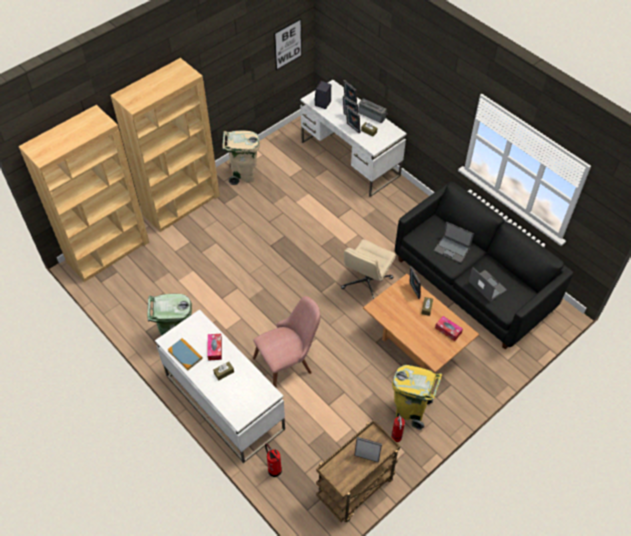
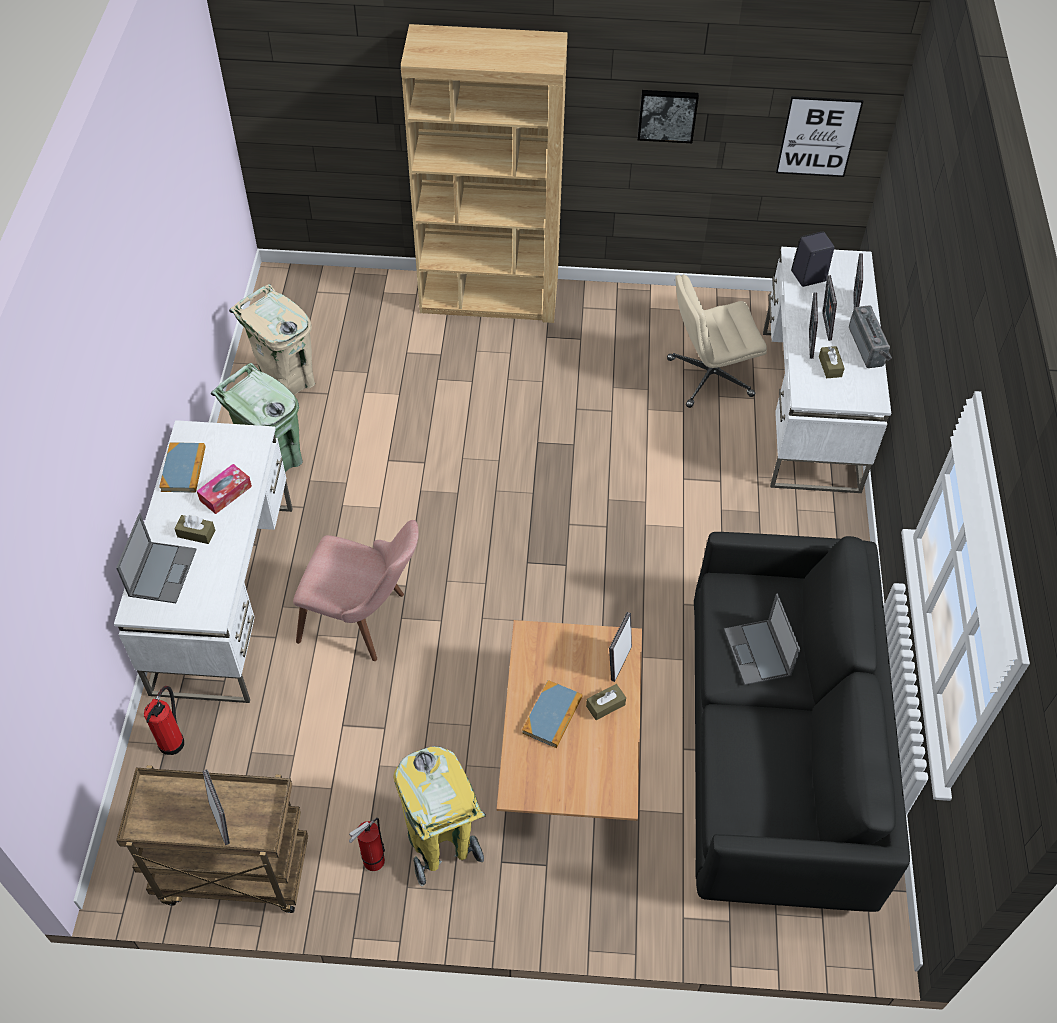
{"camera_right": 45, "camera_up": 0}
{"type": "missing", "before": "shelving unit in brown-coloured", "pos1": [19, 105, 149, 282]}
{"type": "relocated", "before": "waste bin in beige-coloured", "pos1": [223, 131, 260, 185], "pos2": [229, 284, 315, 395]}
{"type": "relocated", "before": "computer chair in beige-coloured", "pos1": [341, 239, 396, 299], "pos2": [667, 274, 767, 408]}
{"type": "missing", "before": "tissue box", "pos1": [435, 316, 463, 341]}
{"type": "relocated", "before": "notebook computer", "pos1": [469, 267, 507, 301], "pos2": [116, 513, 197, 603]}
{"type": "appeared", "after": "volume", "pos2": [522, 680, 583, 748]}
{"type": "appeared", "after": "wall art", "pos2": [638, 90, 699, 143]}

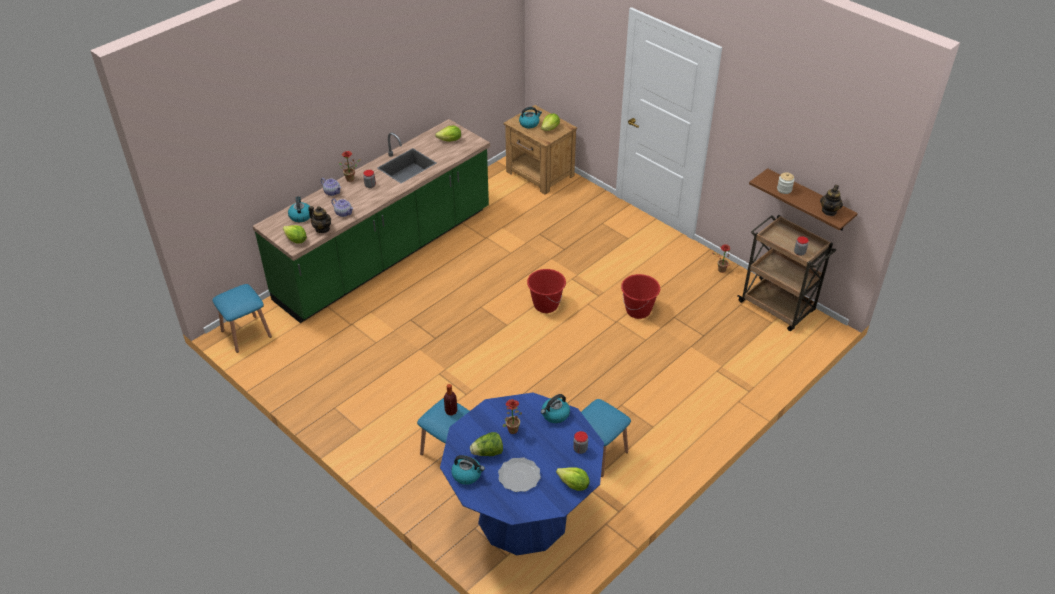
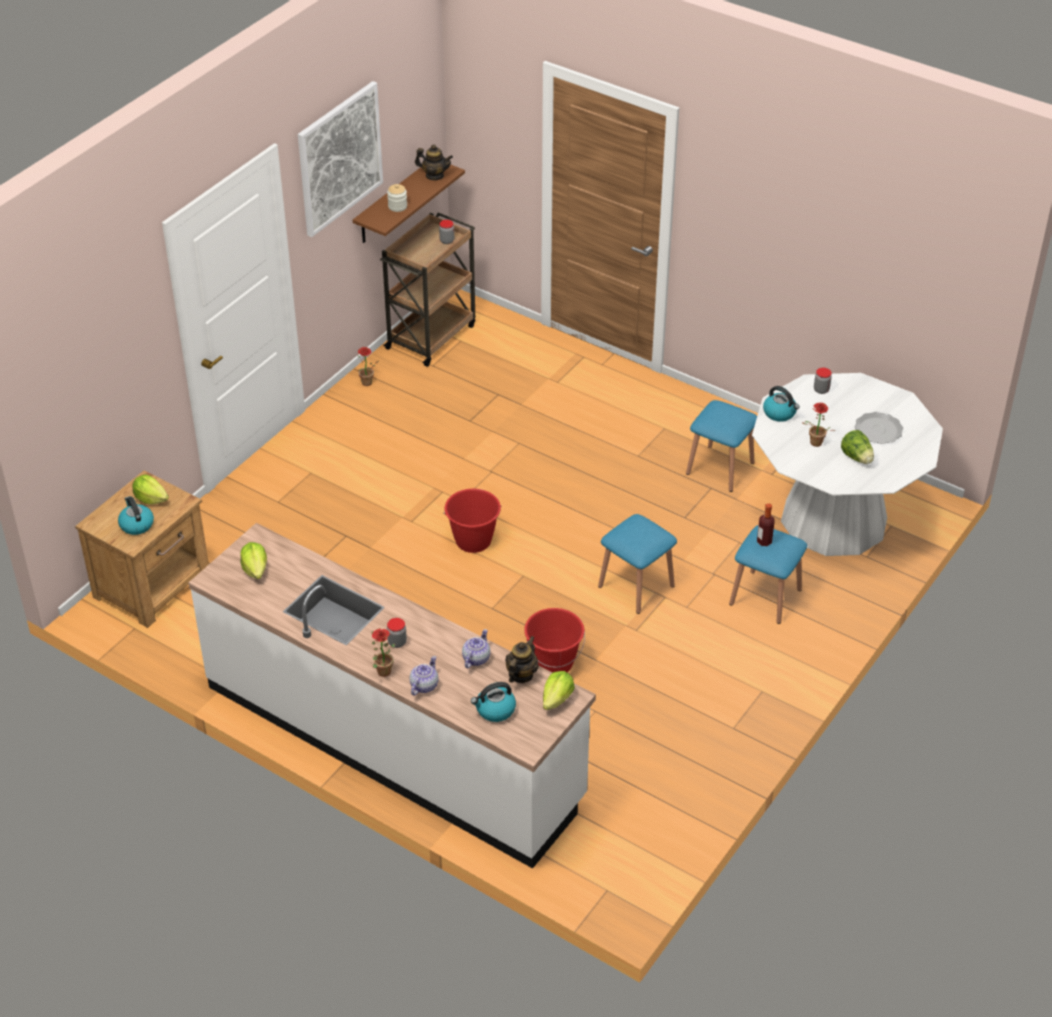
{"camera_right": -100, "camera_up": 0}
{"type": "relocated", "before": "stool in blue-coloured", "pos1": [212, 284, 272, 353], "pos2": [598, 514, 677, 614]}
{"type": "colour", "before": "kitchen counter in greenish", "after": "kitchen counter in white", "pos1": [253, 119, 490, 323], "pos2": [188, 523, 596, 869]}
{"type": "colour", "before": "dining table in blue-coloured", "after": "dining table in white", "pos1": [440, 393, 604, 555], "pos2": [752, 373, 943, 556]}
{"type": "missing", "before": "tea kettle", "pos1": [451, 455, 485, 485]}
{"type": "missing", "before": "head of lettuce", "pos1": [556, 467, 590, 491]}
{"type": "relocated", "before": "bucket in red", "pos1": [621, 274, 660, 319], "pos2": [524, 608, 585, 672]}
{"type": "appeared", "after": "wall art", "pos2": [298, 81, 383, 237]}

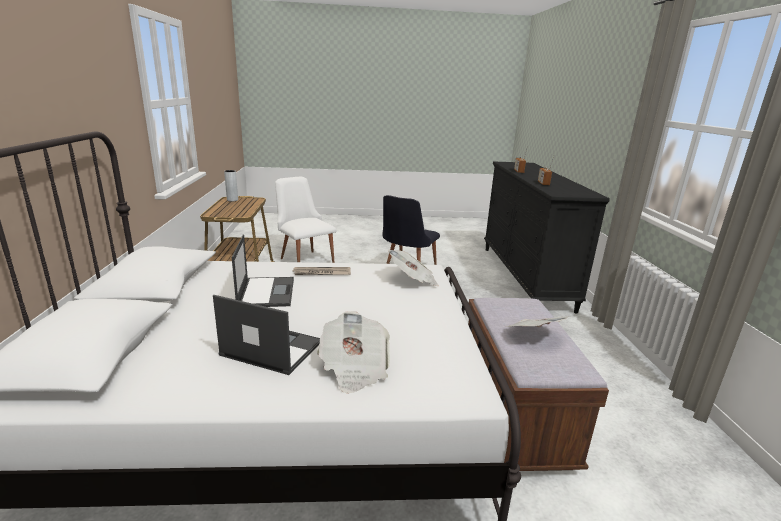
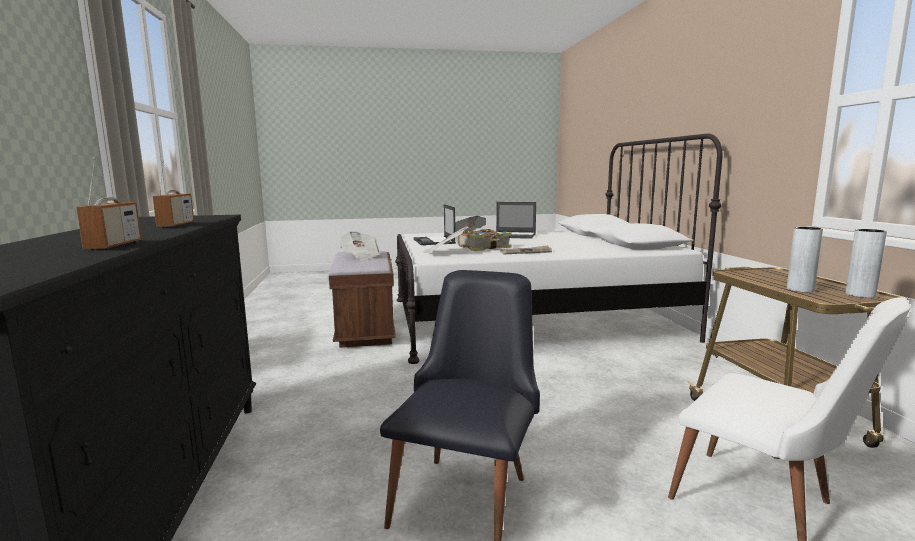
{"camera_right": 175, "camera_up": -10}
{"type": "relocated", "before": "notebook computer", "pos1": [232, 234, 294, 307], "pos2": [413, 204, 456, 245]}
{"type": "appeared", "after": "volume", "pos2": [458, 229, 512, 251]}
{"type": "appeared", "after": "vase in greyish", "pos2": [787, 227, 823, 293]}

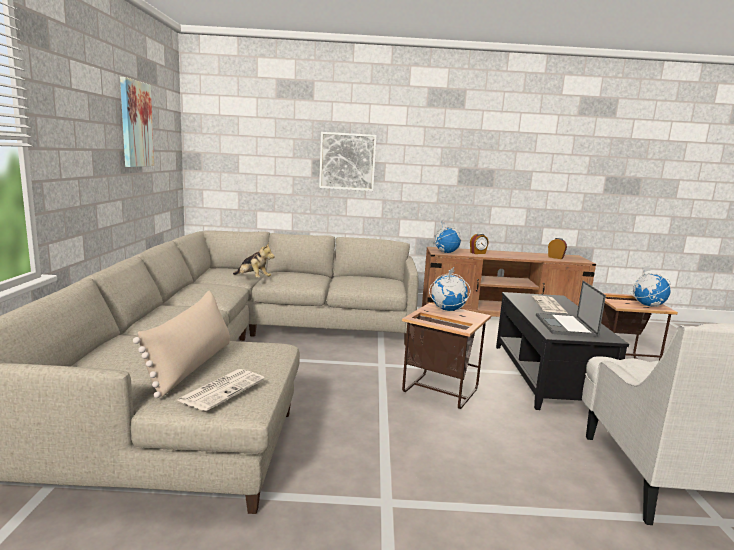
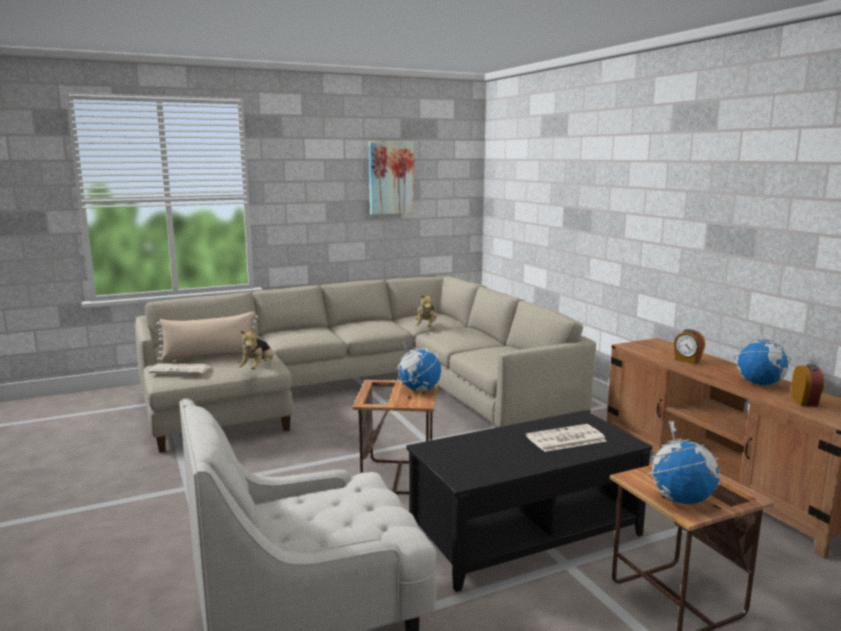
{"camera_right": 65, "camera_up": 0}
{"type": "missing", "before": "wall art", "pos1": [319, 132, 377, 191]}
{"type": "relocated", "before": "desk globe", "pos1": [433, 220, 461, 253], "pos2": [734, 325, 791, 386]}
{"type": "missing", "before": "notebook computer", "pos1": [536, 281, 606, 337]}
{"type": "appeared", "after": "cuddly toy", "pos2": [238, 328, 274, 370]}

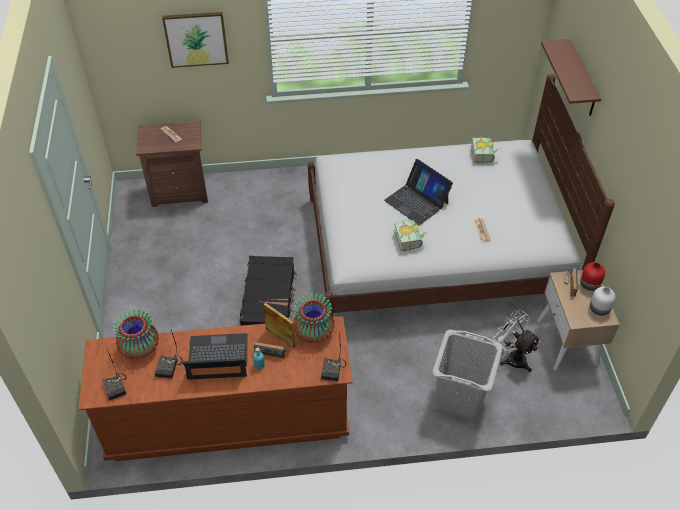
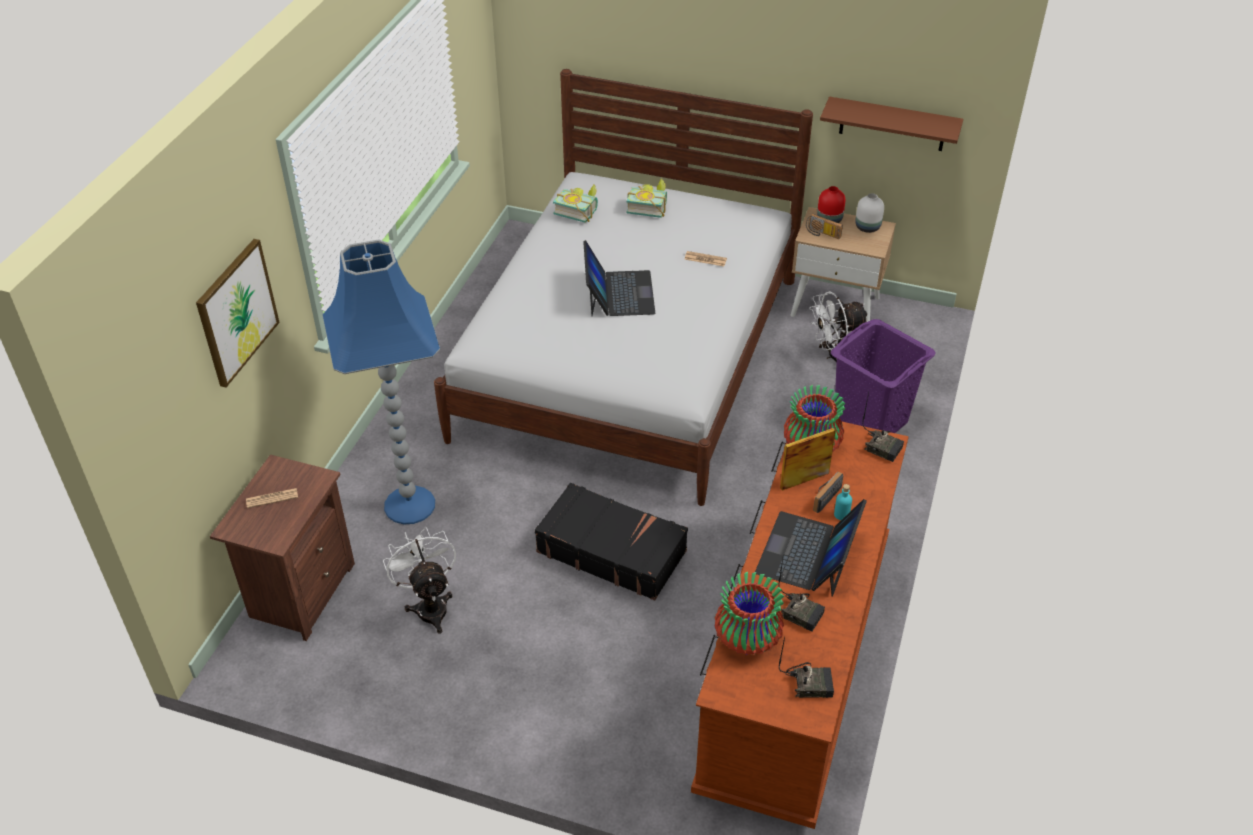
{"camera_right": -65, "camera_up": -5}
{"type": "spun", "before": "notebook computer", "pos1": [384, 159, 453, 225], "pos2": [583, 240, 655, 316], "turn": -75}
{"type": "relocated", "before": "volume", "pos1": [394, 220, 428, 252], "pos2": [627, 179, 667, 218]}
{"type": "colour", "before": "hamper in greyish", "after": "hamper in purple", "pos1": [433, 330, 503, 420], "pos2": [831, 319, 936, 433]}
{"type": "relocated", "before": "bracket shelf in brown-coloured", "pos1": [541, 39, 601, 116], "pos2": [820, 97, 963, 151]}
{"type": "appeared", "after": "floor lamp in blue-coloured", "pos2": [322, 240, 440, 525]}
{"type": "appeared", "after": "cooling fan in white", "pos2": [383, 527, 456, 634]}

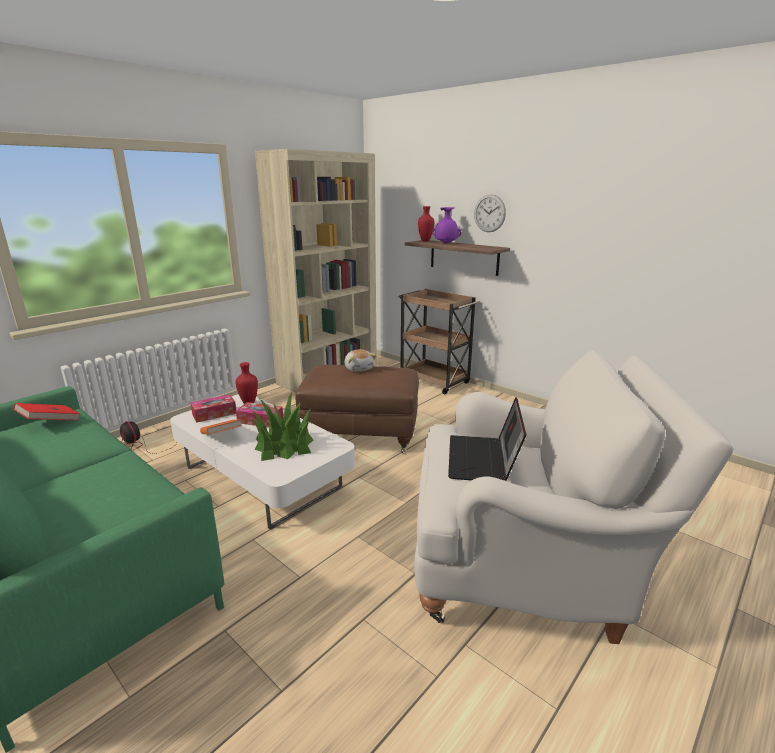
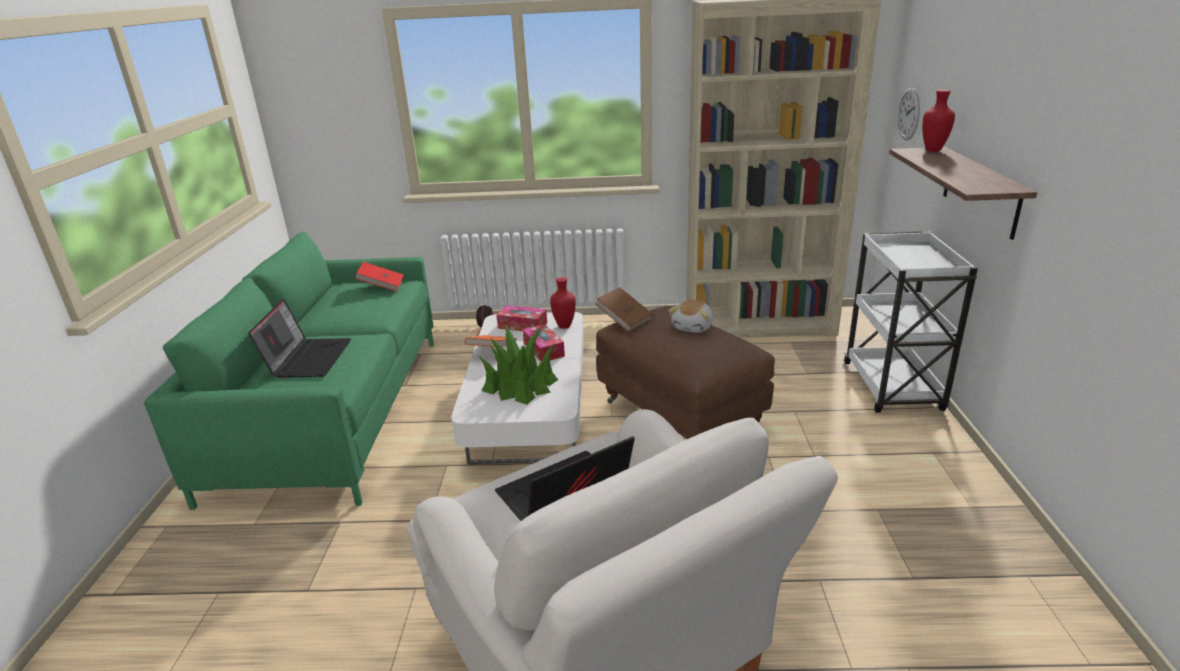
{"camera_right": 50, "camera_up": 5}
{"type": "colour", "before": "wheeled cart in brown-coloured", "after": "wheeled cart in white", "pos1": [398, 289, 479, 394], "pos2": [844, 231, 978, 413]}
{"type": "missing", "before": "vase in purple", "pos1": [432, 207, 461, 244]}
{"type": "relocated", "before": "clock on the wall", "pos1": [474, 194, 506, 232], "pos2": [898, 88, 920, 141]}
{"type": "appeared", "after": "notebook computer", "pos2": [248, 299, 351, 378]}
{"type": "appeared", "after": "volume in brown-coloured", "pos2": [595, 287, 653, 332]}

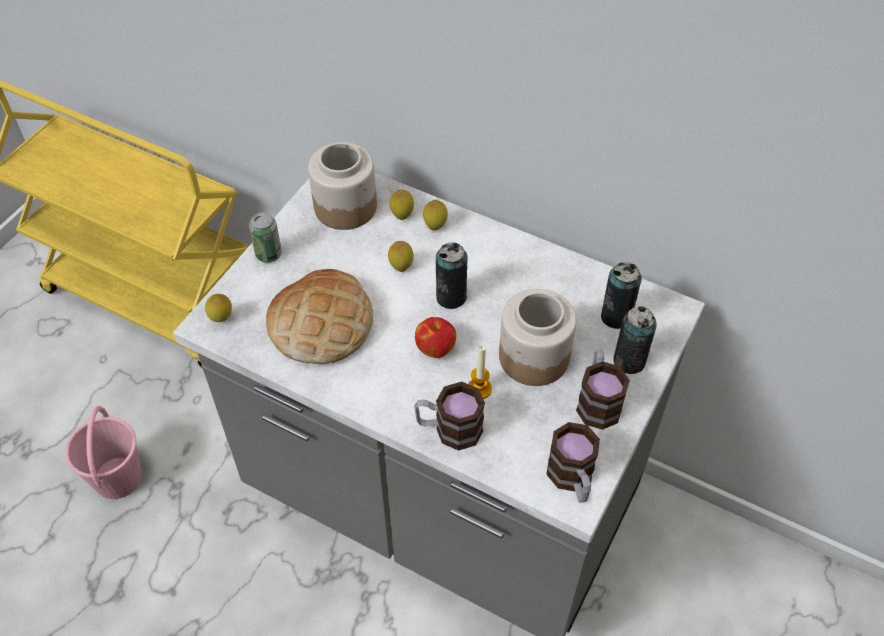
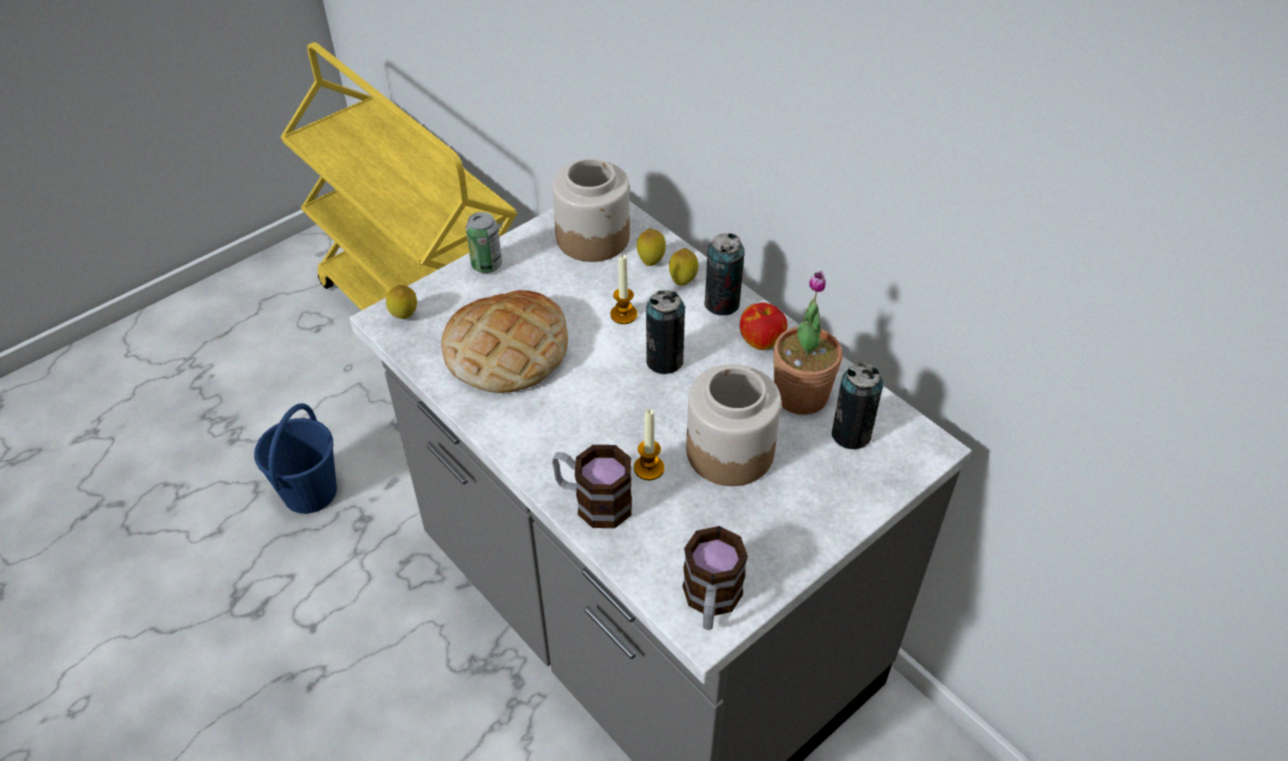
{"camera_right": 20, "camera_up": -5}
{"type": "colour", "before": "bucket in pinkish", "after": "bucket in blue-coloured", "pos1": [65, 406, 142, 499], "pos2": [254, 403, 337, 514]}
{"type": "exchanged", "before": "citrus fruit", "after": "wax light", "pos1": [388, 241, 414, 272], "pos2": [610, 255, 637, 324]}
{"type": "relocated", "before": "whole apple", "pos1": [415, 317, 456, 358], "pos2": [740, 303, 788, 350]}
{"type": "missing", "before": "tea mug", "pos1": [576, 349, 630, 430]}
{"type": "relocated", "before": "sealed can", "pos1": [613, 306, 657, 374], "pos2": [704, 233, 745, 315]}
{"type": "appeared", "after": "potted plant", "pos2": [773, 271, 842, 415]}

